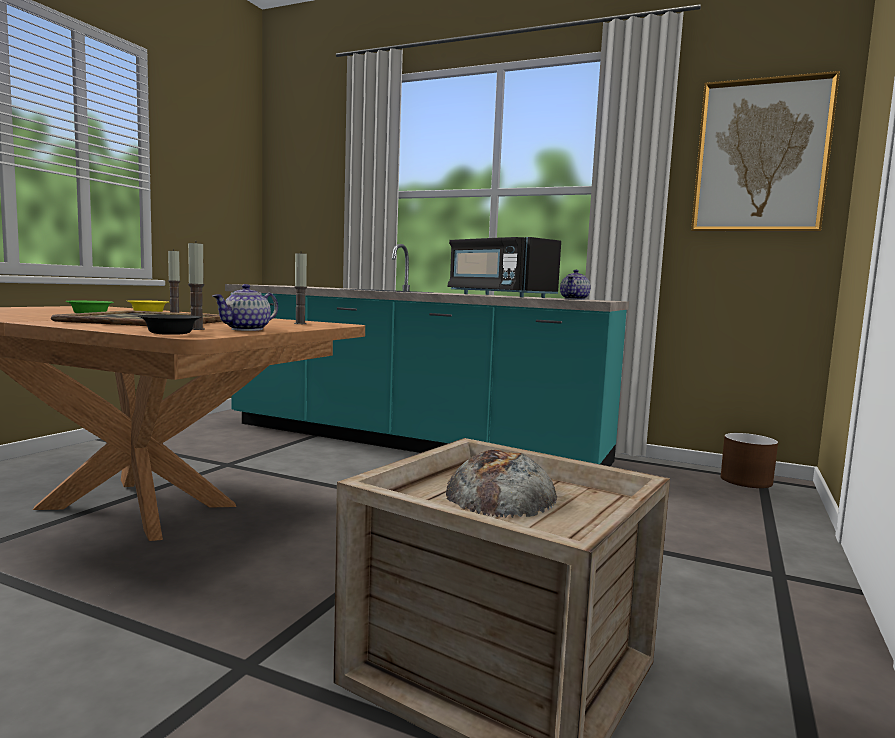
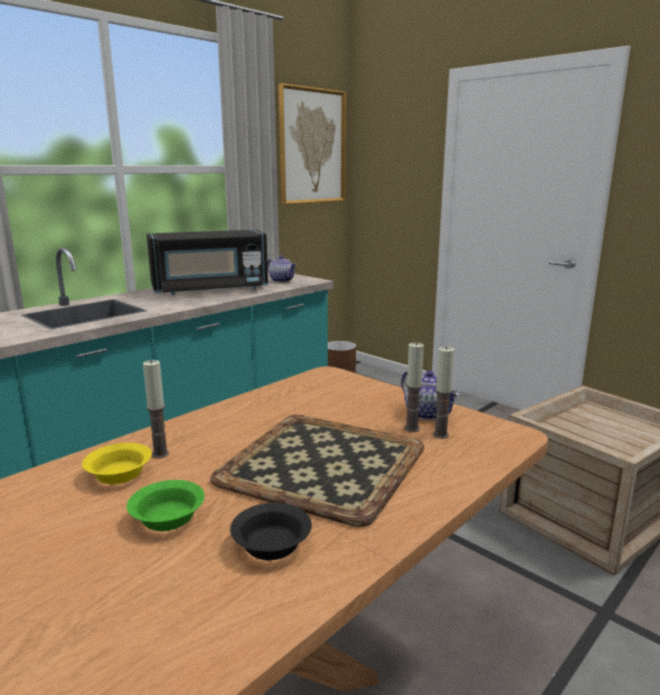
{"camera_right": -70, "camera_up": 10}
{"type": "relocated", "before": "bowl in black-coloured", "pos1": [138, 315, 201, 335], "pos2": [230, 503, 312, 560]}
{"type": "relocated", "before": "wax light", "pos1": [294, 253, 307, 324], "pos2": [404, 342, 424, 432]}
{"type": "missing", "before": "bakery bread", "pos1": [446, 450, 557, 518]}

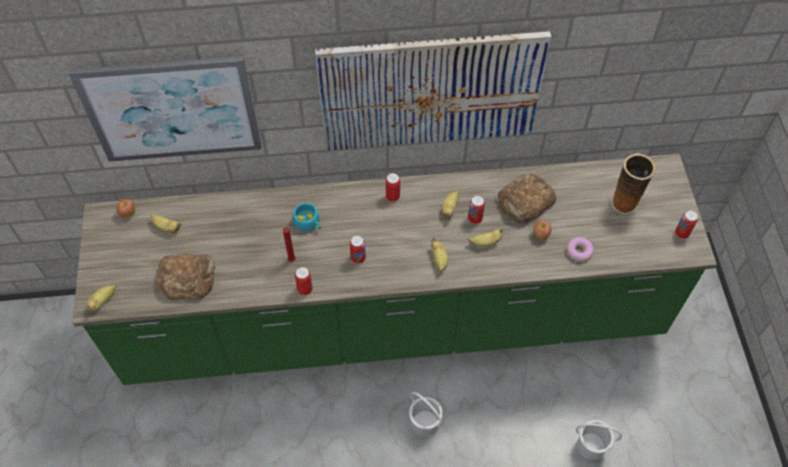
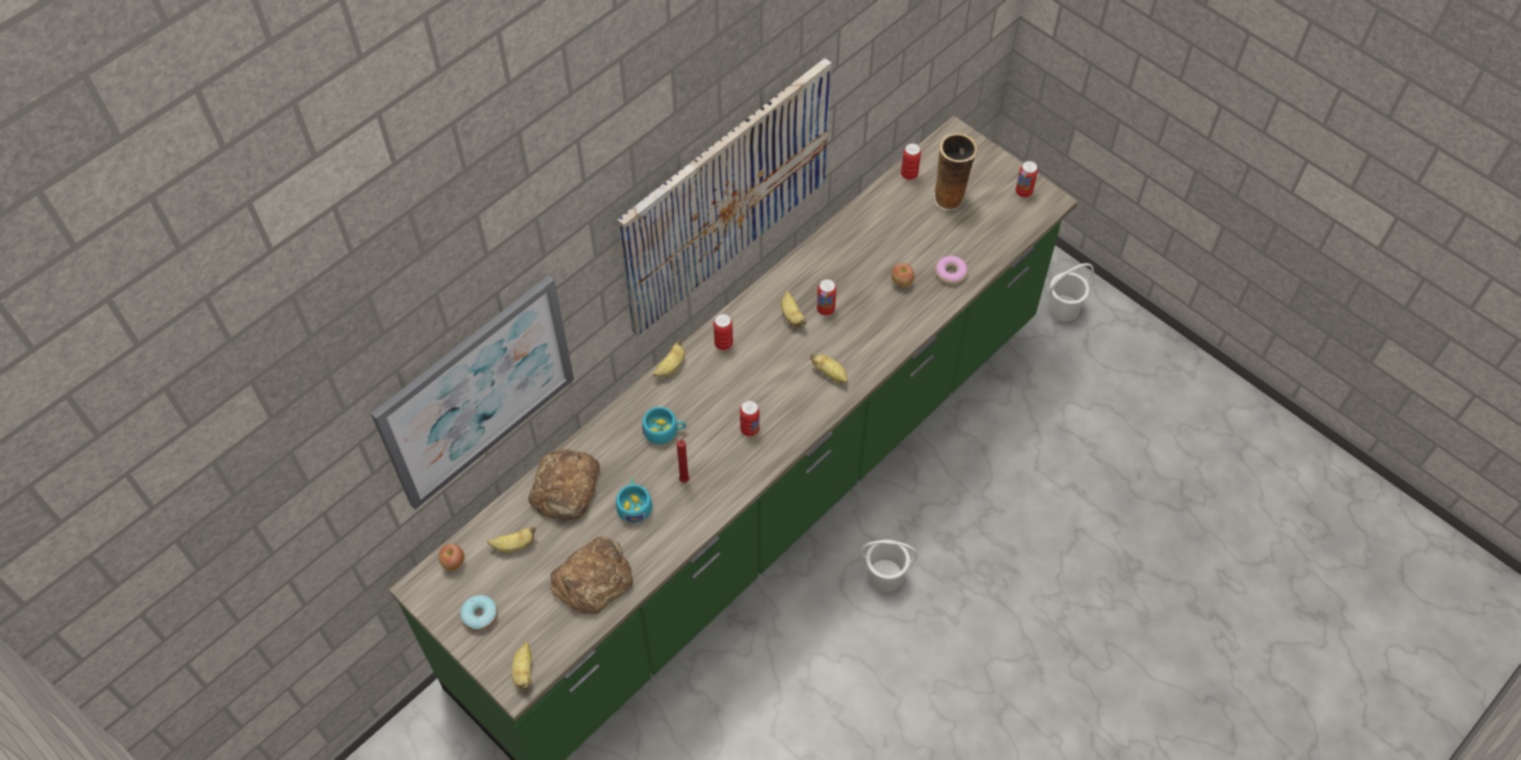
{"camera_right": -40, "camera_up": 0}
{"type": "relocated", "before": "sealed can", "pos1": [295, 267, 313, 295], "pos2": [901, 143, 921, 180]}
{"type": "relocated", "before": "whole banana", "pos1": [468, 228, 503, 247], "pos2": [653, 340, 685, 378]}
{"type": "relocated", "before": "bakery bread", "pos1": [498, 174, 556, 223], "pos2": [528, 449, 600, 520]}
{"type": "relocated", "before": "bucket in white", "pos1": [576, 420, 622, 460], "pos2": [1047, 263, 1094, 322]}
{"type": "appeared", "after": "donut", "pos2": [460, 595, 498, 631]}
{"type": "appeared", "after": "cup in turquoise", "pos2": [616, 479, 652, 523]}

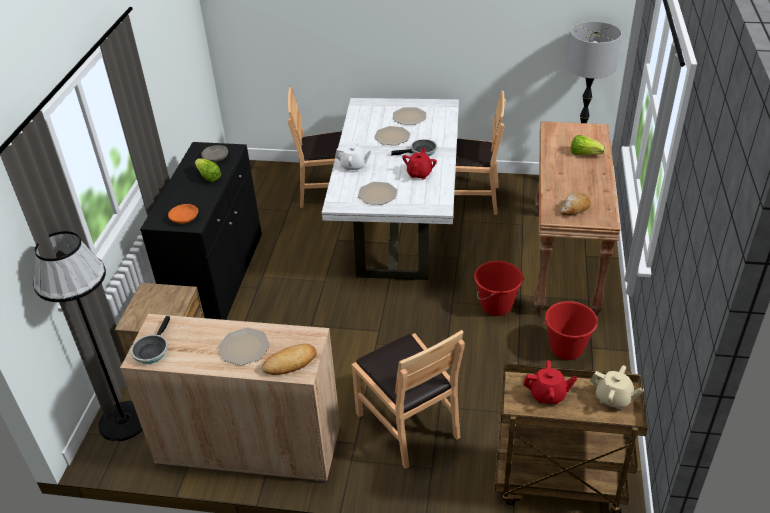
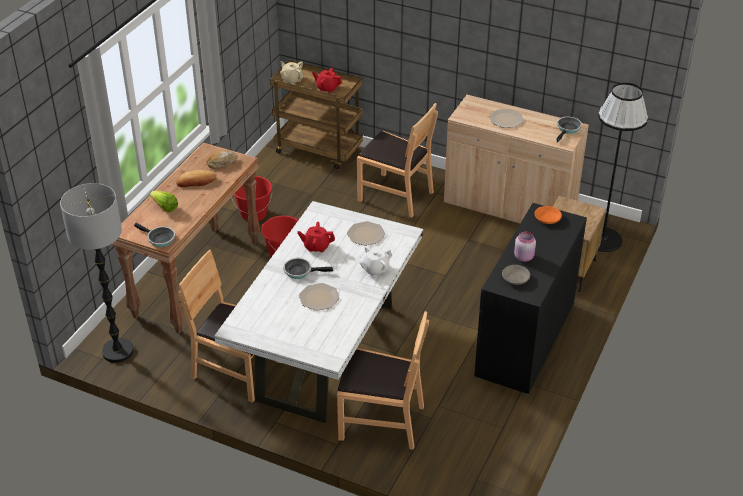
{"camera_right": -165, "camera_up": 0}
{"type": "exchanged", "before": "head of lettuce", "after": "storage jar in pinkish", "pos1": [195, 158, 221, 182], "pos2": [514, 232, 536, 262]}
{"type": "relocated", "before": "bakery bread", "pos1": [262, 344, 317, 375], "pos2": [176, 170, 217, 187]}
{"type": "spun", "before": "tea pot in white", "pos1": [335, 142, 371, 171], "pos2": [359, 246, 392, 277], "turn": -60}
{"type": "spun", "before": "chair in brown-coloured", "pos1": [352, 330, 465, 469], "pos2": [357, 103, 438, 217], "turn": 135}
{"type": "missing", "before": "plate", "pos1": [393, 107, 426, 125]}
{"type": "spun", "before": "tea pot in red", "pos1": [402, 148, 437, 179], "pos2": [297, 222, 335, 252], "turn": 60}
{"type": "appeared", "after": "skillet", "pos2": [134, 223, 175, 247]}

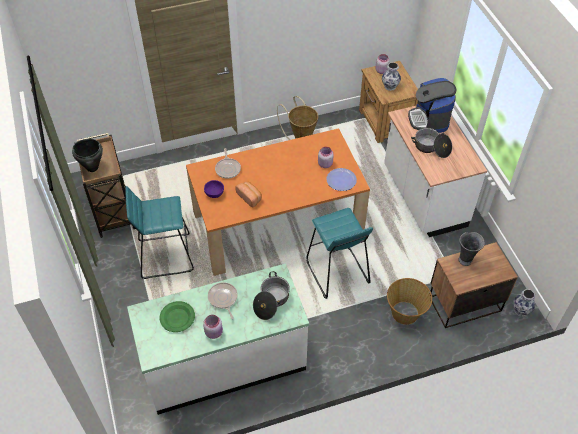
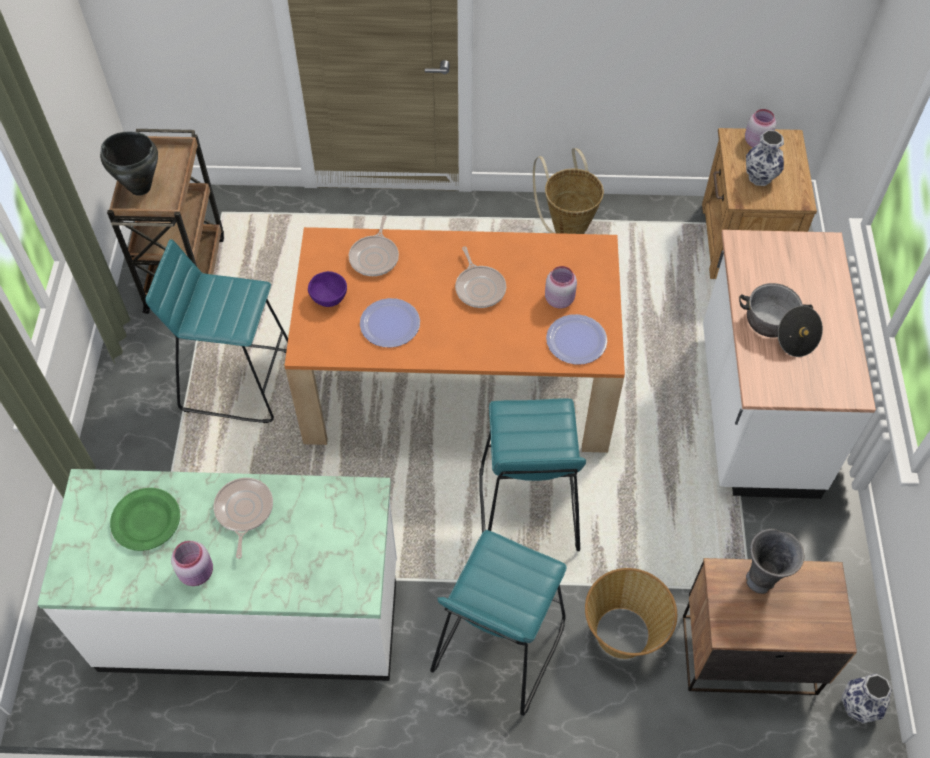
{"camera_right": 20, "camera_up": 5}
{"type": "exchanged", "before": "bakery bread", "after": "plate", "pos1": [235, 182, 262, 207], "pos2": [360, 298, 420, 348]}
{"type": "missing", "before": "saucepot", "pos1": [253, 271, 290, 320]}
{"type": "missing", "before": "coffee brewer", "pos1": [408, 78, 456, 133]}
{"type": "appeared", "after": "stool in turquoise", "pos2": [430, 530, 567, 716]}
{"type": "appeared", "after": "skillet", "pos2": [455, 246, 506, 308]}

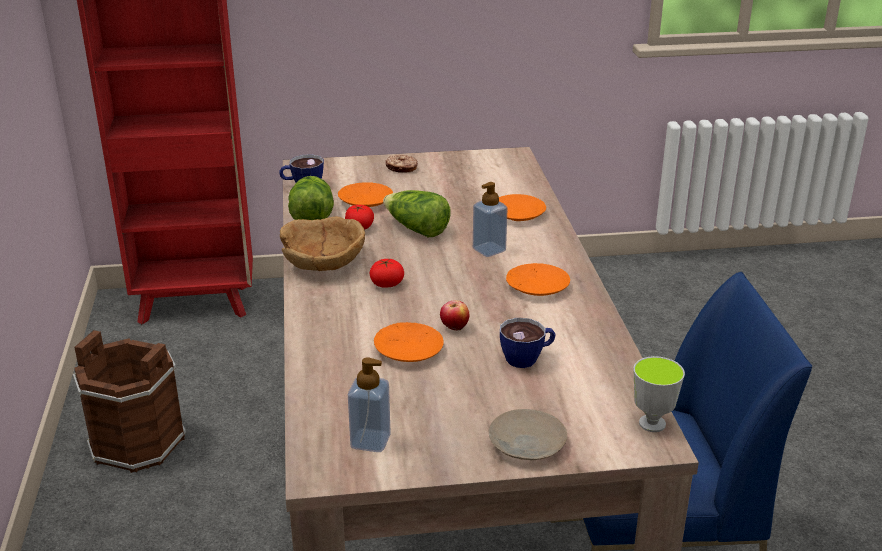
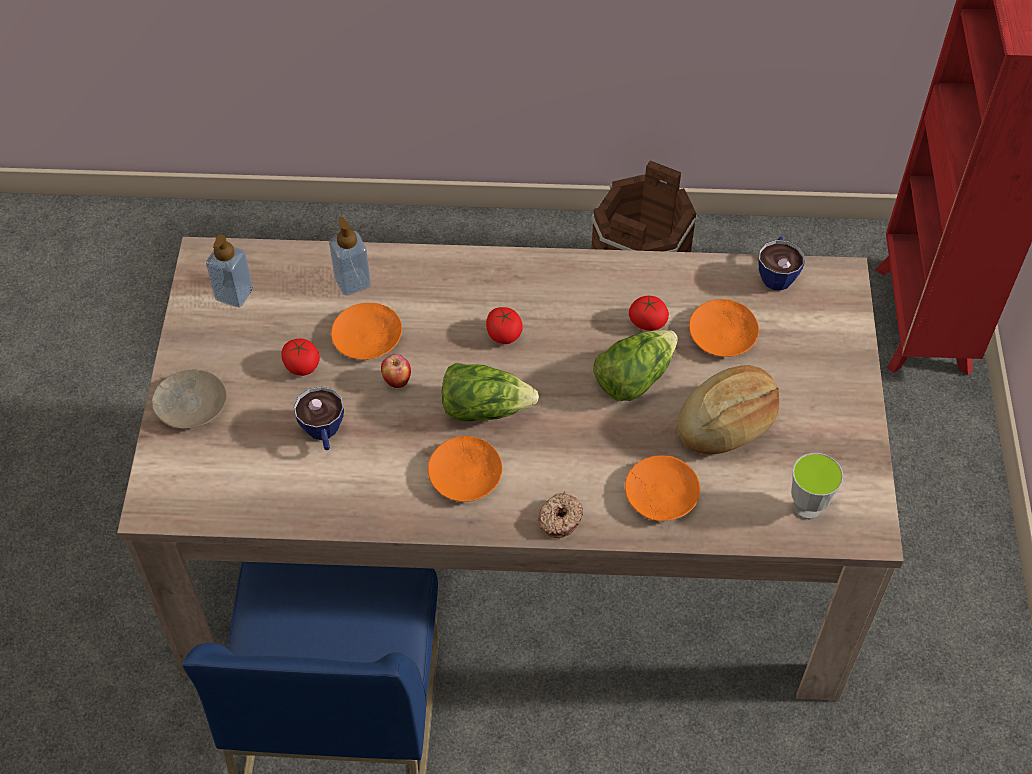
{"camera_right": 100, "camera_up": 25}
{"type": "missing", "before": "bowl in brown-coloured", "pos1": [280, 217, 365, 271]}
{"type": "relocated", "before": "head of lettuce", "pos1": [288, 176, 334, 220], "pos2": [442, 363, 539, 421]}
{"type": "relocated", "before": "donut", "pos1": [385, 154, 418, 173], "pos2": [538, 492, 583, 538]}
{"type": "relocated", "before": "soap bottle", "pos1": [473, 182, 508, 257], "pos2": [329, 217, 371, 296]}
{"type": "relocated", "before": "cup", "pos1": [633, 356, 685, 432], "pos2": [791, 453, 843, 519]}
{"type": "appeared", "after": "fresh tomato", "pos2": [281, 339, 320, 376]}
{"type": "appeared", "after": "bakery bread", "pos2": [677, 365, 780, 454]}

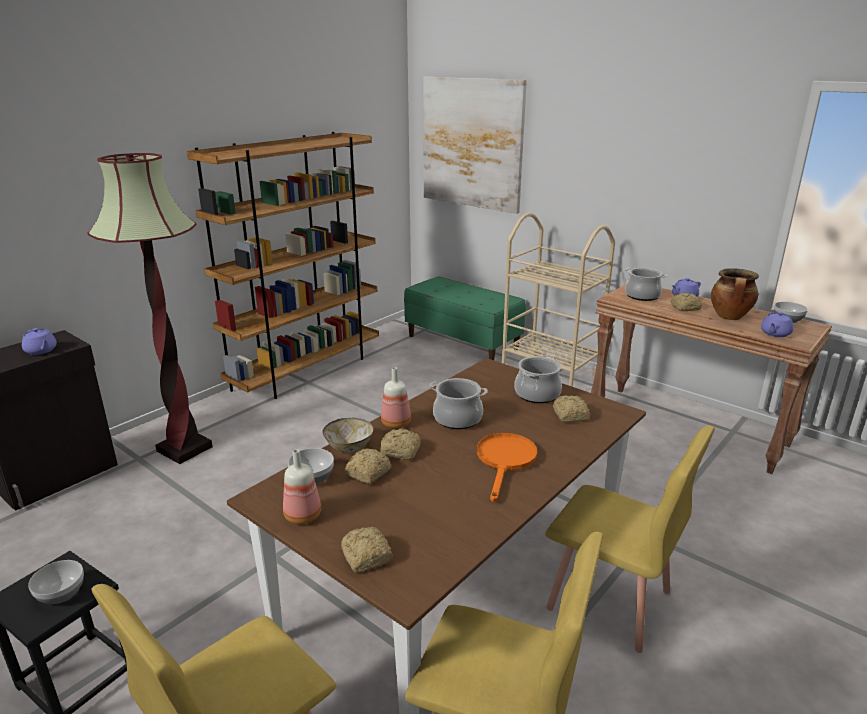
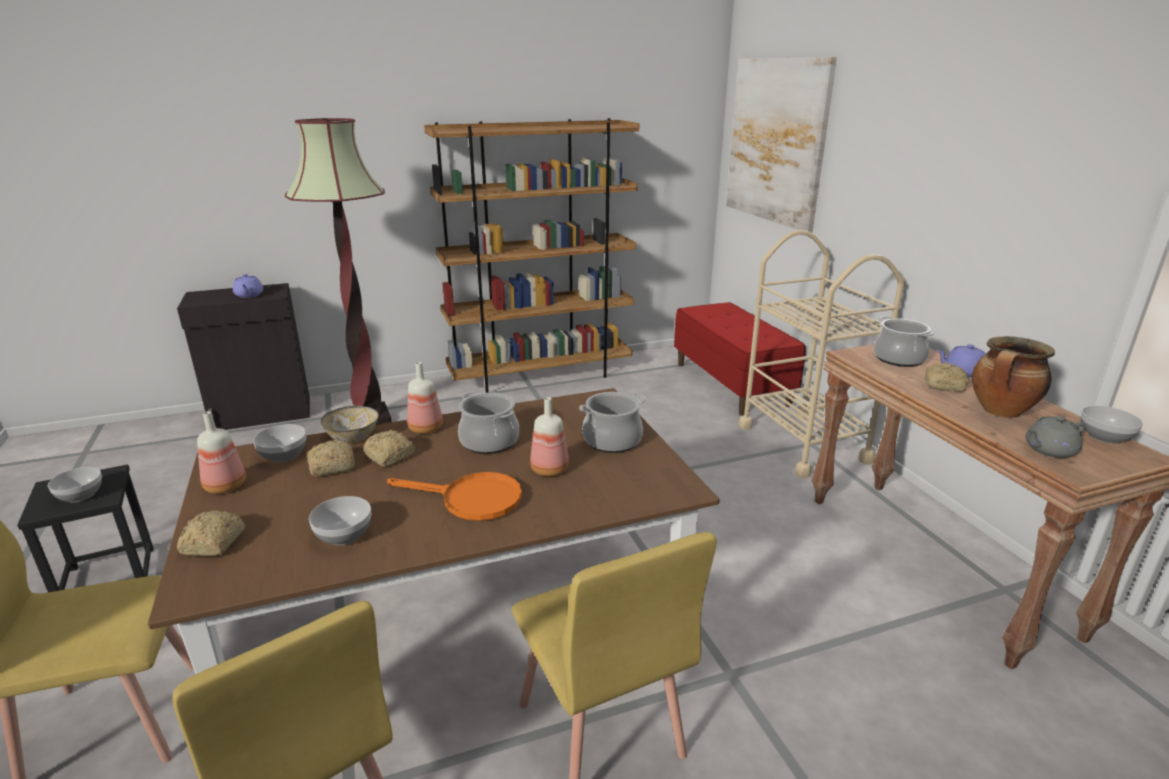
{"camera_right": 30, "camera_up": 0}
{"type": "colour", "before": "indoor bench in greenish", "after": "indoor bench in red", "pos1": [404, 277, 526, 360], "pos2": [674, 302, 806, 416]}
{"type": "spun", "before": "skillet in orange", "pos1": [477, 433, 537, 502], "pos2": [387, 472, 522, 521], "turn": 60}
{"type": "missing", "before": "bakery bread", "pos1": [553, 395, 591, 422]}
{"type": "colour", "before": "tea pot in purple", "after": "tea pot in greyish", "pos1": [761, 312, 793, 337], "pos2": [1026, 416, 1085, 458]}
{"type": "appeared", "after": "bowl", "pos2": [309, 496, 371, 545]}
{"type": "appeared", "after": "bottle", "pos2": [530, 397, 569, 476]}

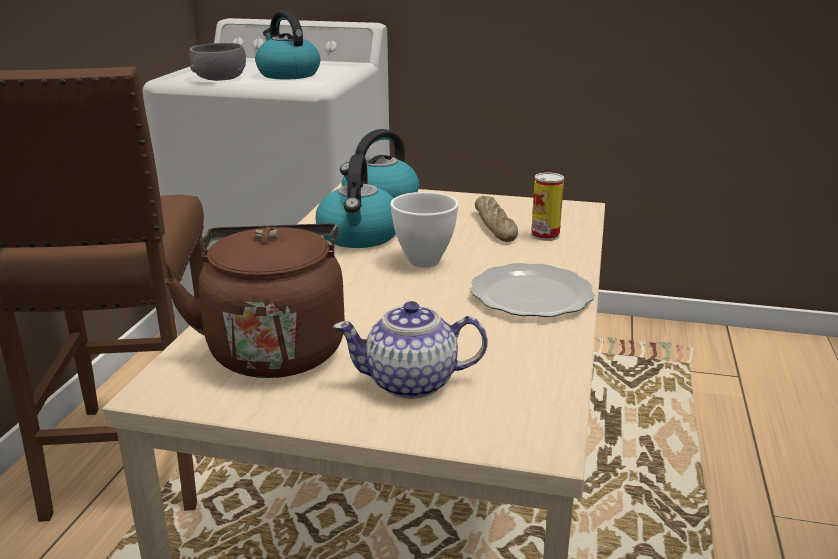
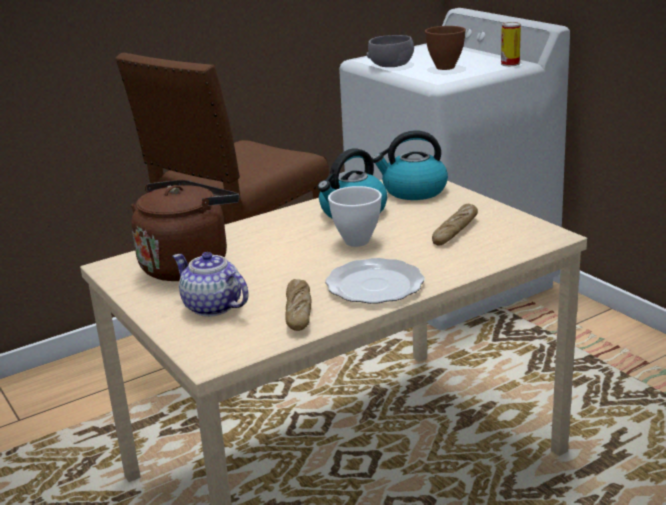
{"camera_right": 45, "camera_up": 0}
{"type": "exchanged", "before": "tea kettle", "after": "bowl in brown-coloured", "pos1": [255, 11, 321, 79], "pos2": [425, 26, 466, 70]}
{"type": "relocated", "before": "sealed can", "pos1": [531, 172, 564, 241], "pos2": [501, 22, 521, 66]}
{"type": "appeared", "after": "bakery bread", "pos2": [285, 279, 312, 331]}

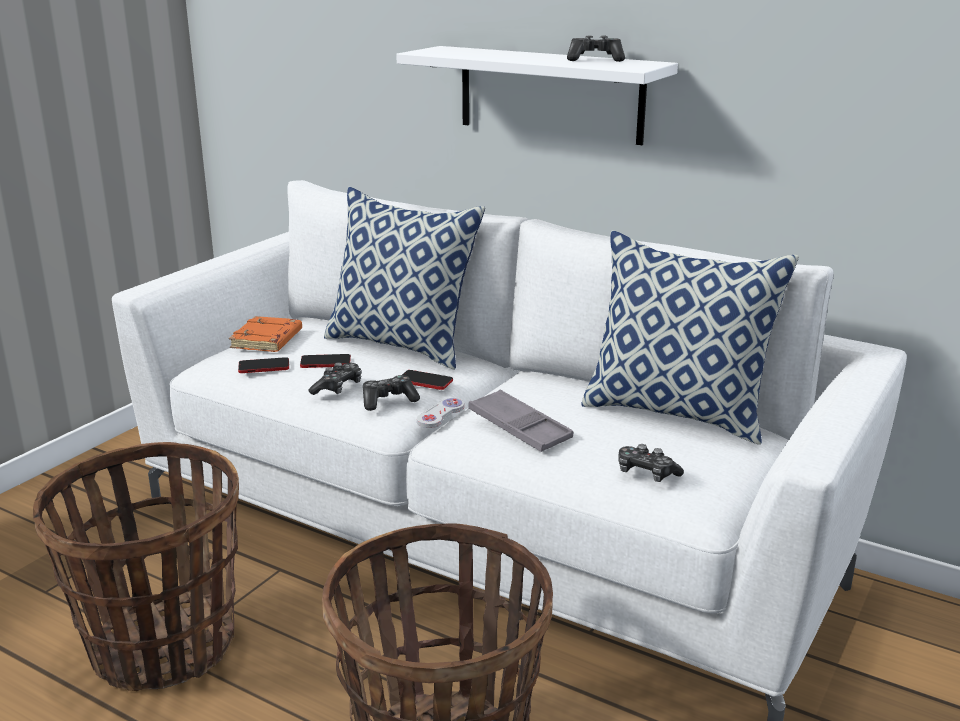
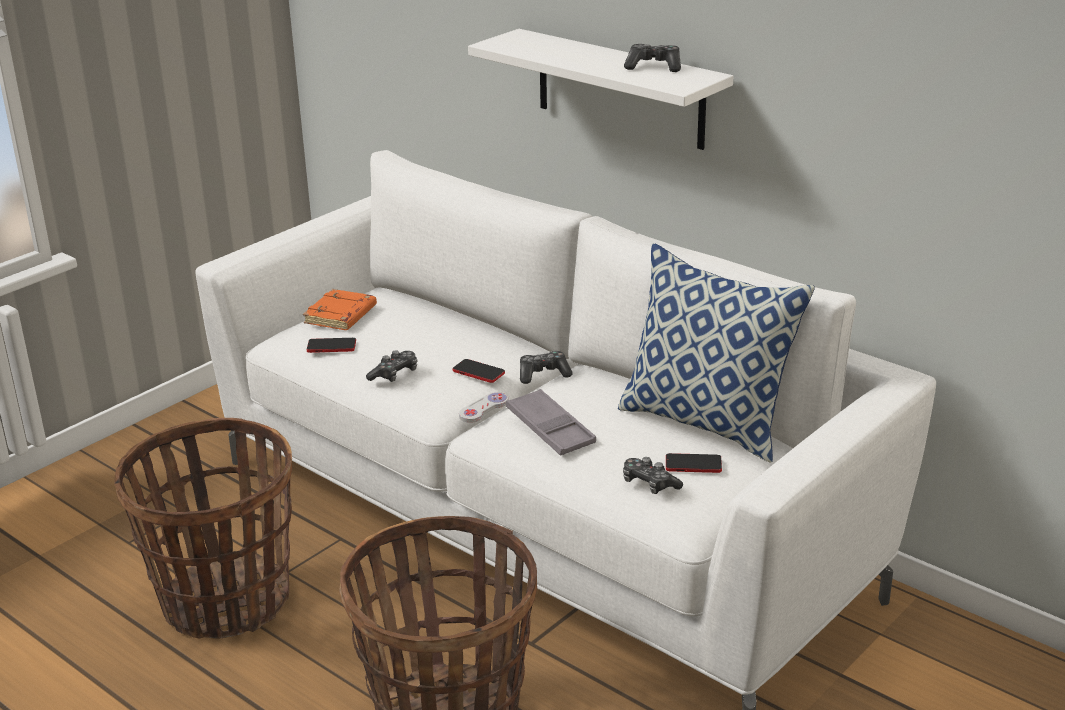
{"camera_right": 10, "camera_up": 5}
{"type": "relocated", "before": "handset", "pos1": [300, 354, 351, 368], "pos2": [666, 453, 722, 473]}
{"type": "missing", "before": "throw pillow", "pos1": [324, 187, 485, 369]}
{"type": "relocated", "before": "game controller", "pos1": [363, 375, 420, 411], "pos2": [520, 351, 573, 384]}

